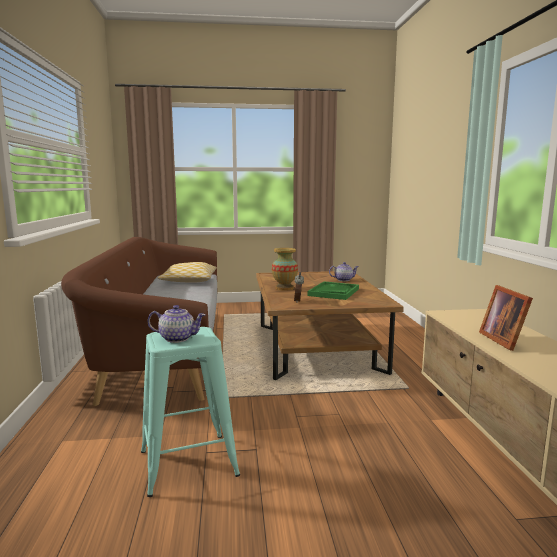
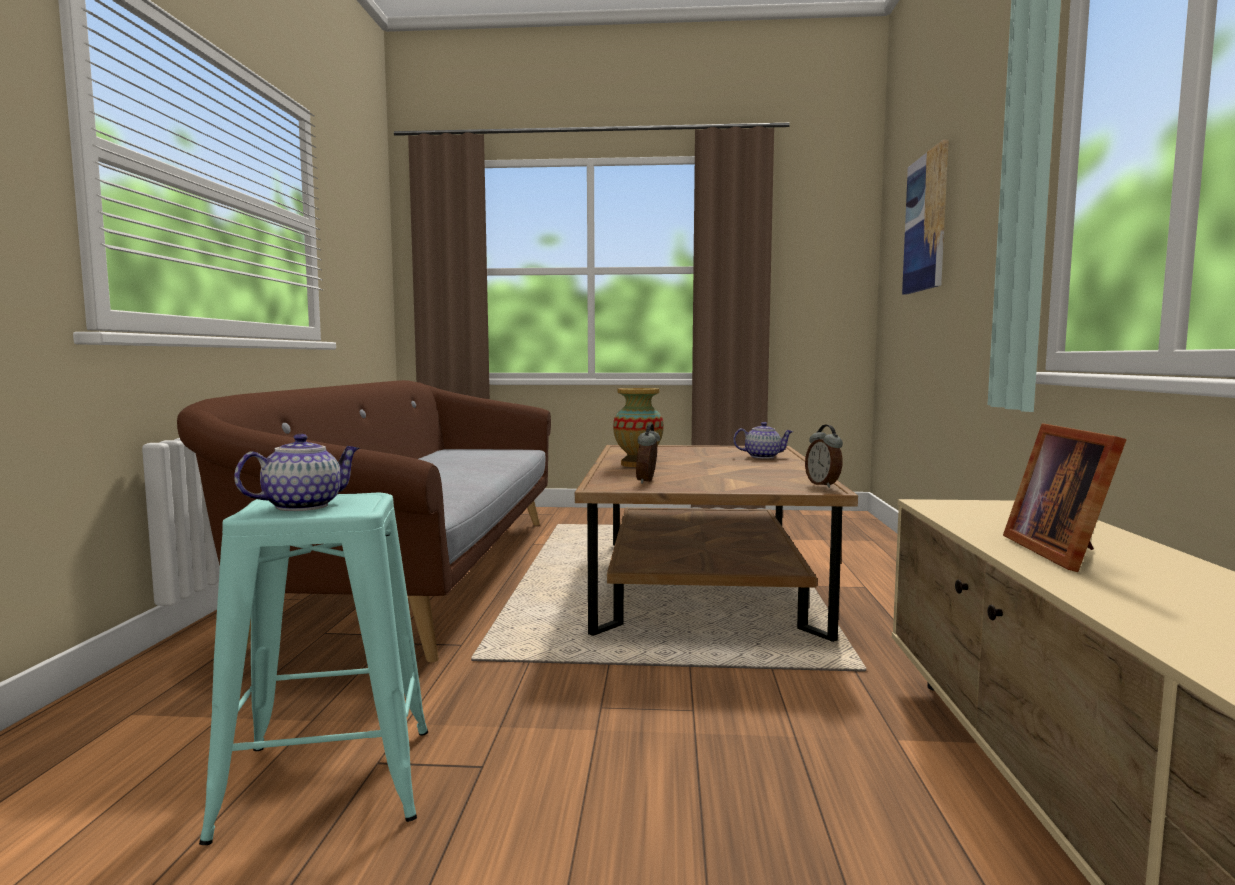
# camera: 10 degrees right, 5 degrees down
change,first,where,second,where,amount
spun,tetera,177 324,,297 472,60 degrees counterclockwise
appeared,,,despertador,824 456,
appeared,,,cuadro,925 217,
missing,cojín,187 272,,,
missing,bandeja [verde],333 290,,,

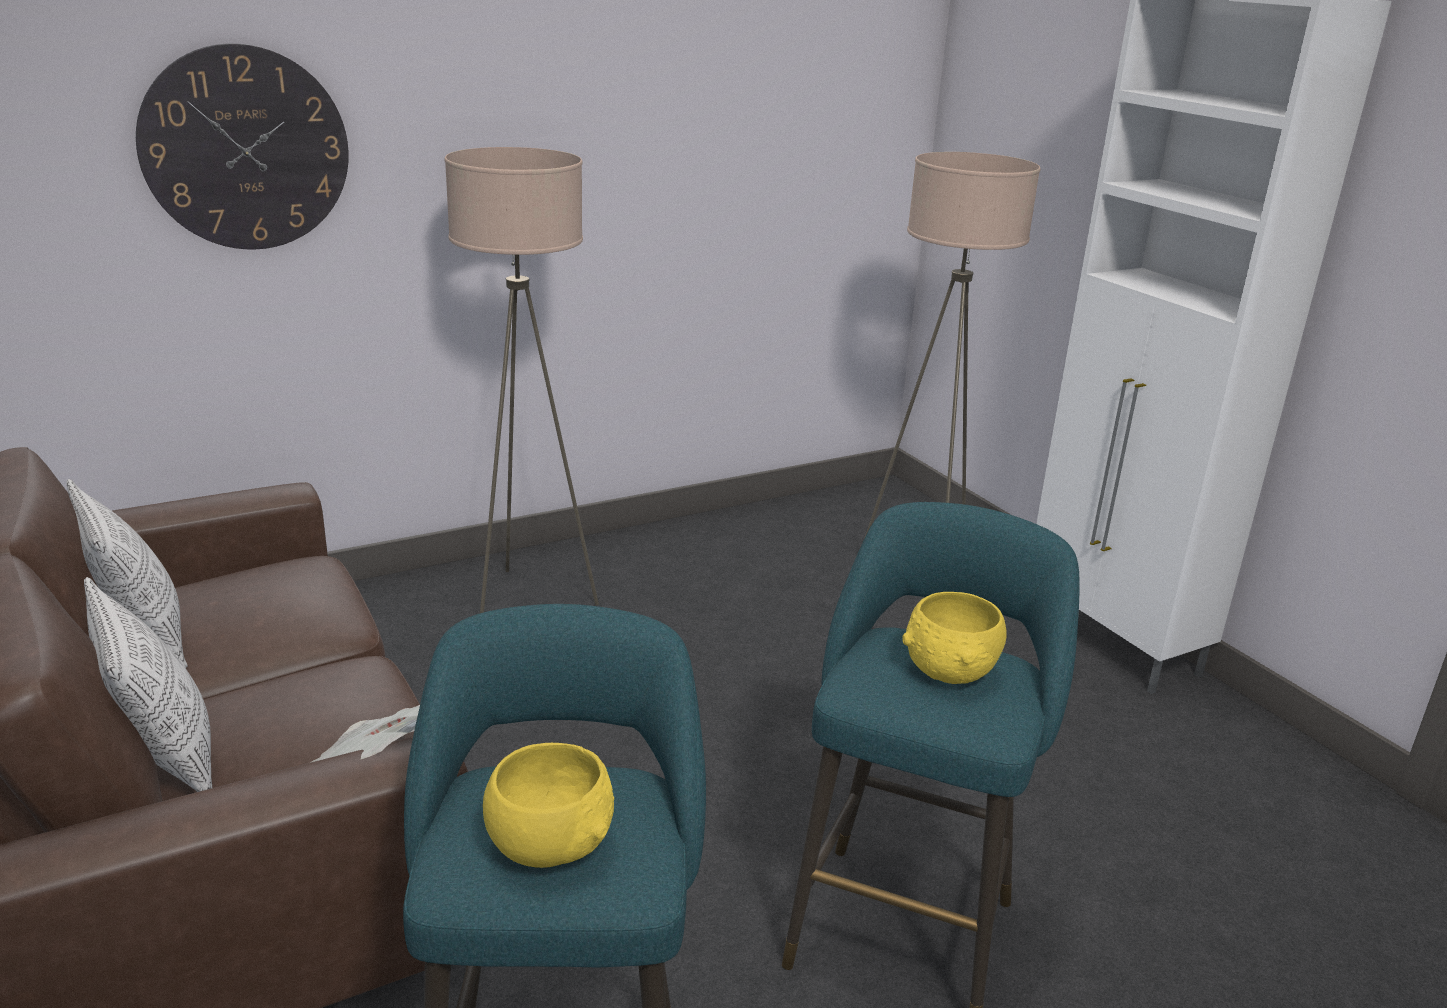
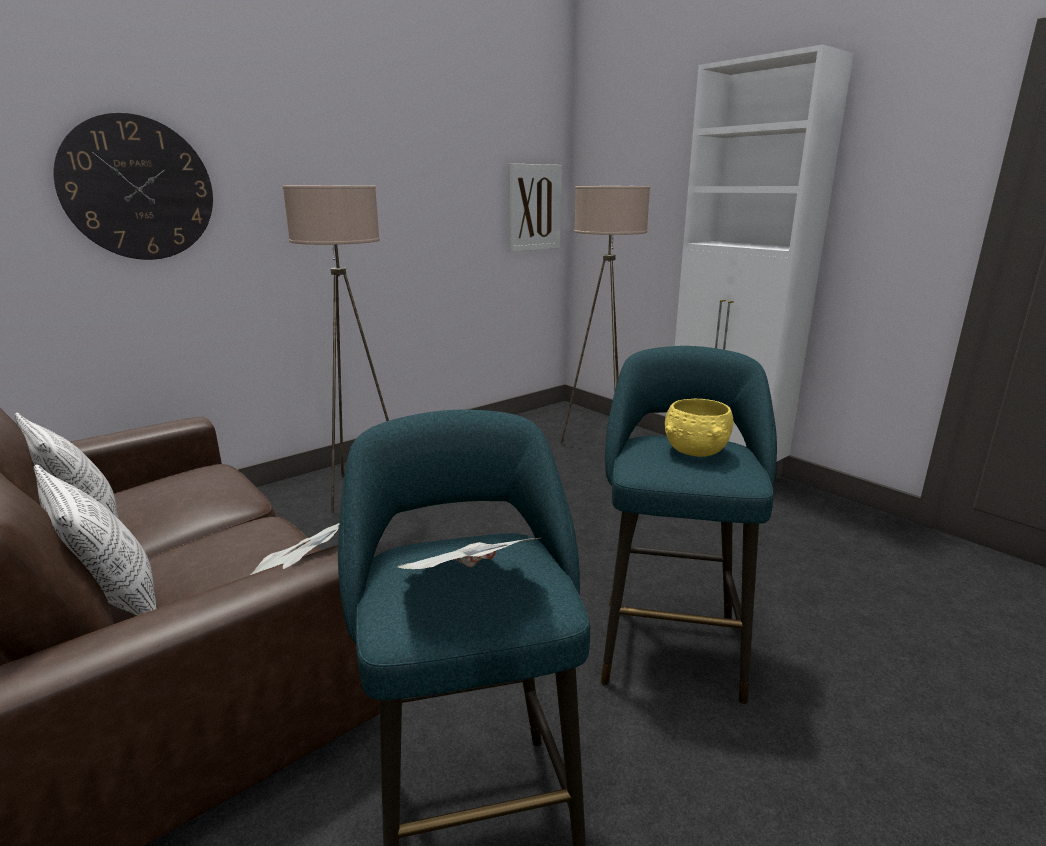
# camera: 10 degrees left, 5 degrees down
change,first,where,second,where,amount
exchanged,cuenco [amarillo],548 805,periódico,468 553,
appeared,,,cuadro,535 207,

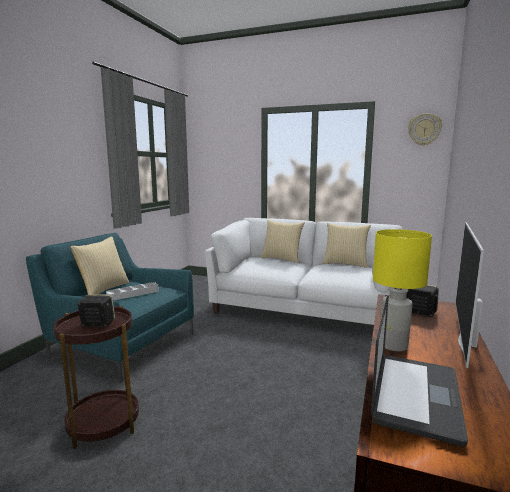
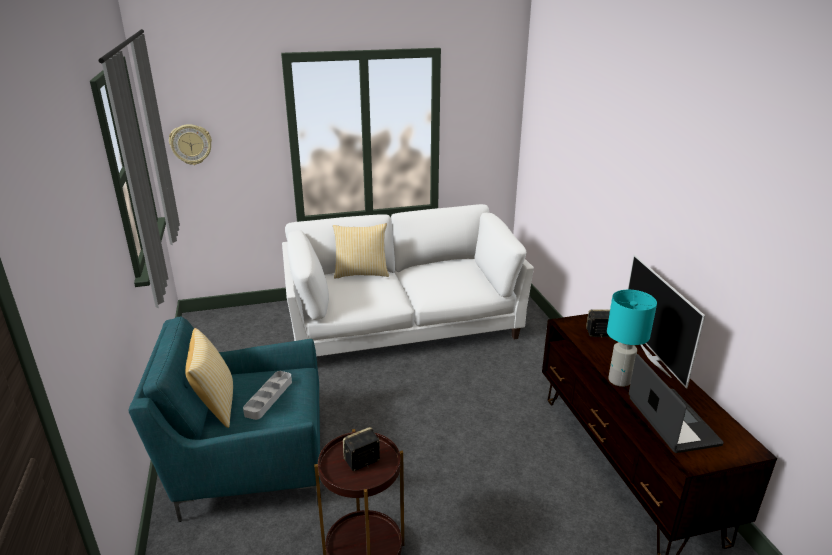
# camera: 35 degrees left, 15 degrees up
change,first,where,second,where,amount
relocated,reloj de pared,425 129,,190 144,
colour,lámpara de mesa [amarillo],402 290,lámpara de mesa [turquesa],632 338,
missing,cojín,347 245,,,

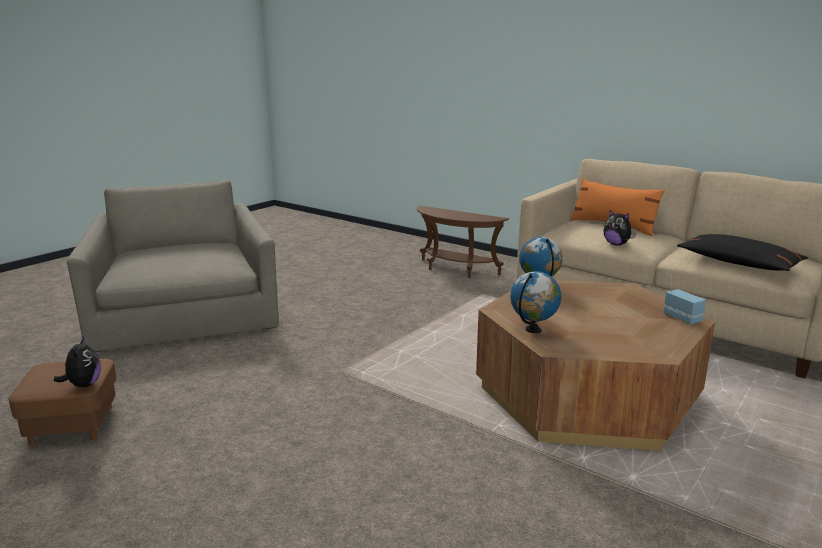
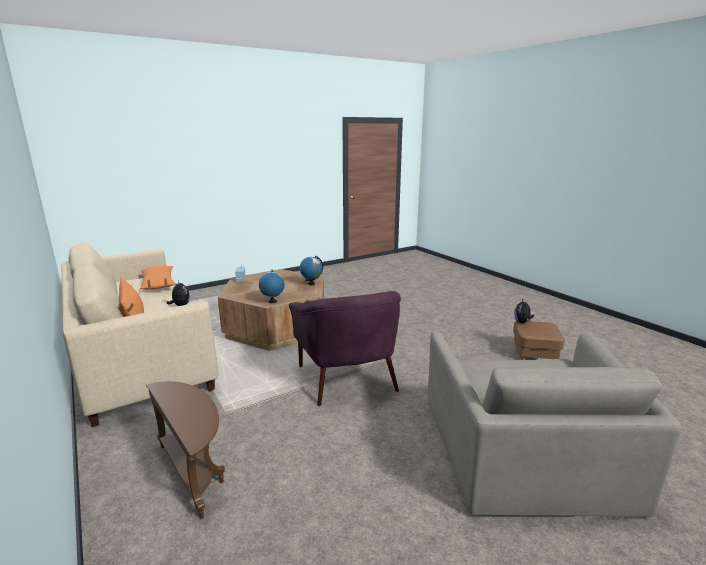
# camera: 160 degrees left, 0 degrees up
change,first,where,second,where,amount
colour,cojín [negro],742 252,cojín [naranja],158 278,
appeared,,,sillón [morado],345 348,

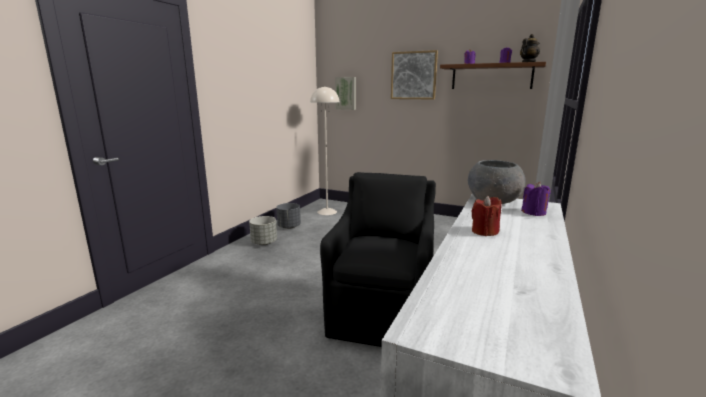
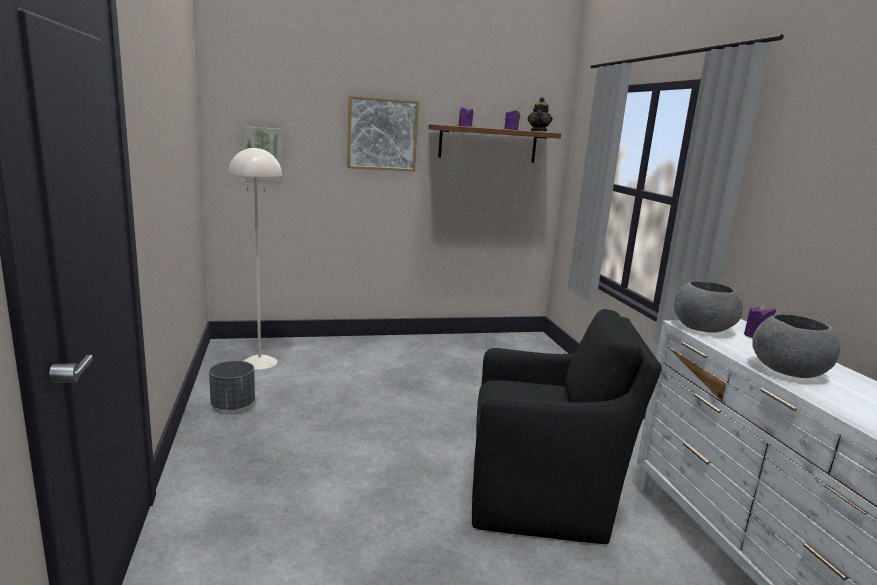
# camera: 40 degrees left, 0 degrees up
change,first,where,second,where,amount
spun,sillón [negro],378 259,,567 426,120 degrees clockwise
exchanged,vela [rojo],486 216,cuenco [gris],796 346,
missing,maceta [gris],263 230,,,

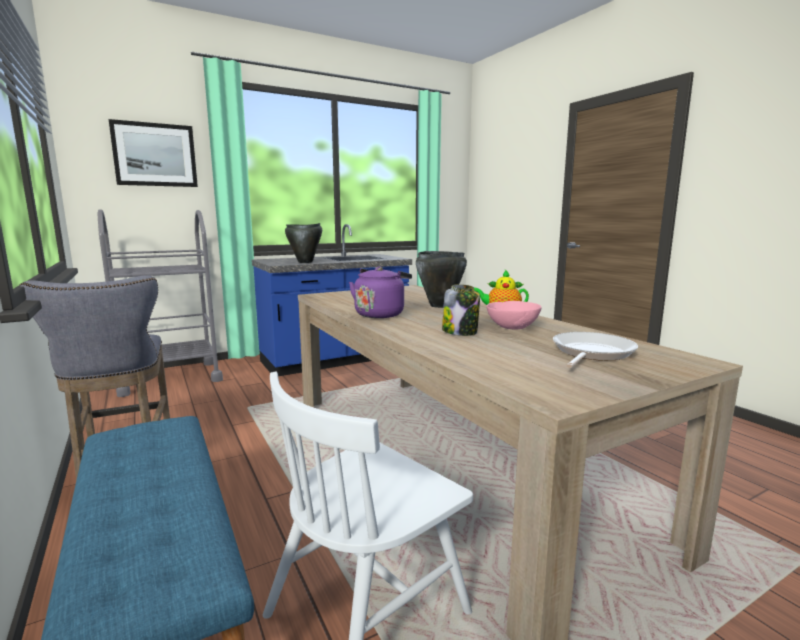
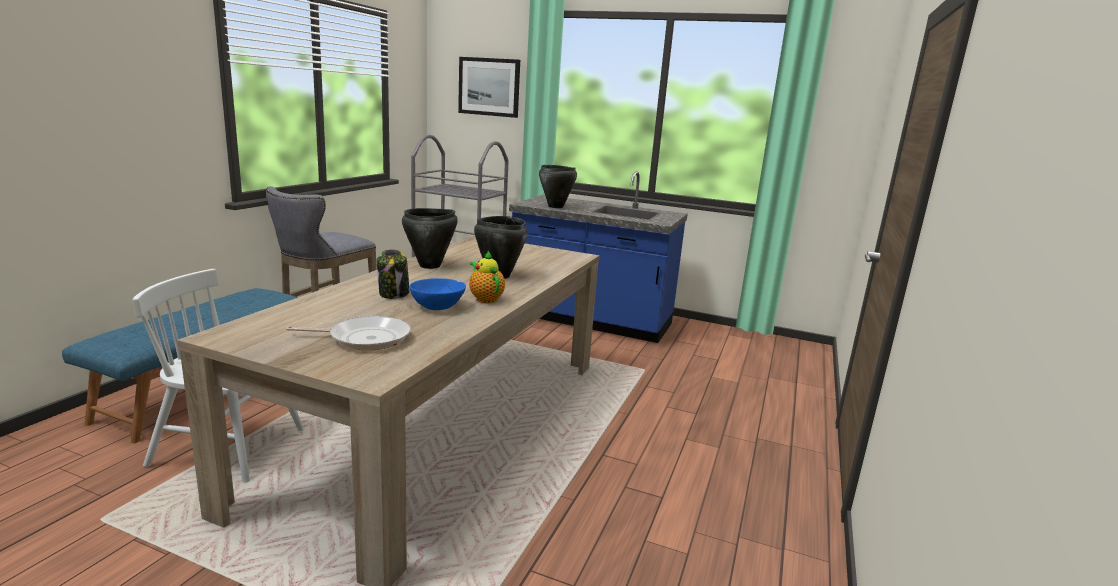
# camera: 50 degrees right, 5 degrees up
change,first,where,second,where,amount
exchanged,hervidor [morado],380 292,olla [negro],430 238,
colour,cuenco [rosa],514 315,cuenco [azul],438 294,

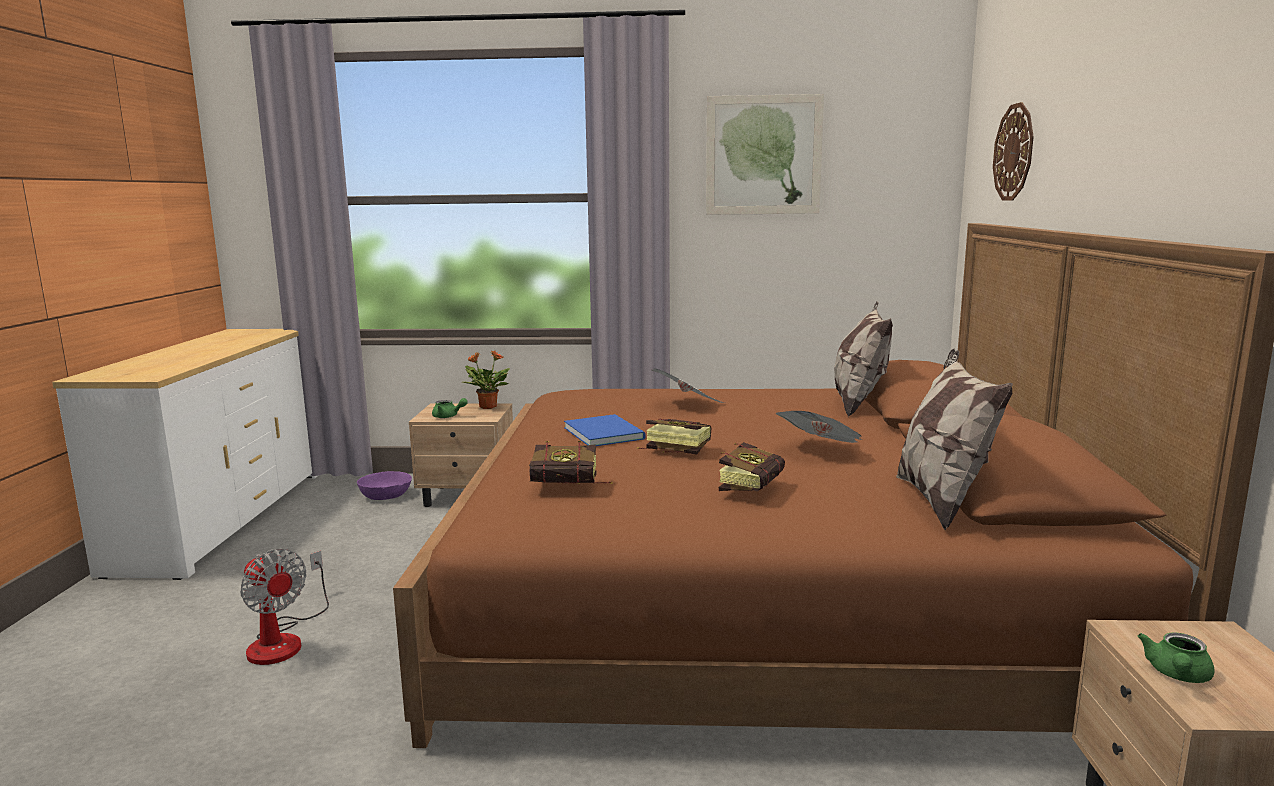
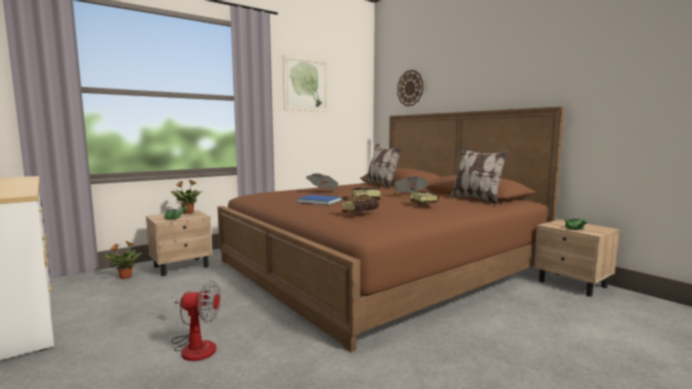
# camera: 40 degrees left, 5 degrees down
change,first,where,second,where,amount
exchanged,cuenco [morado],384 485,planta en maceta,123 260,

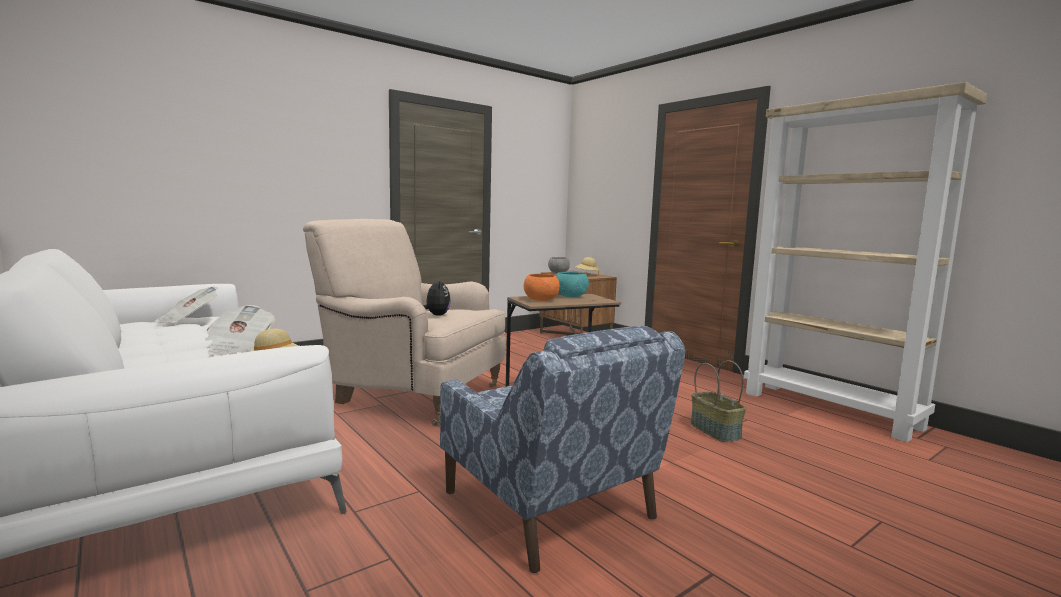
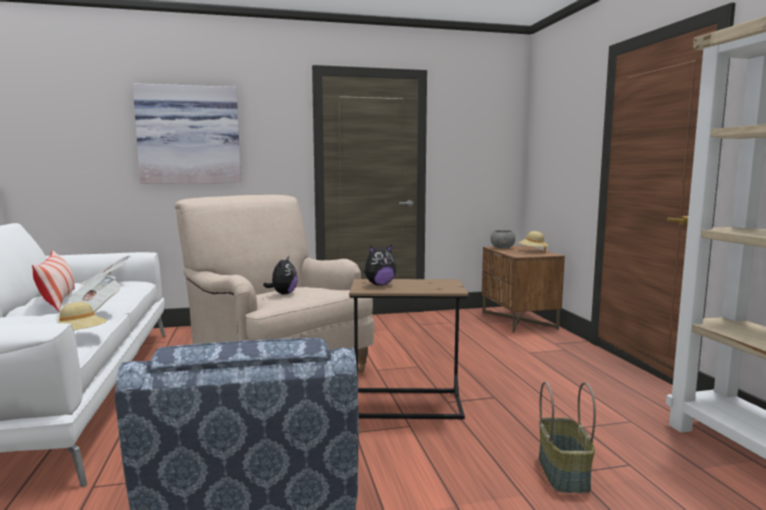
# camera: 25 degrees right, 0 degrees up
change,first,where,second,where,amount
appeared,,,cojín,53 281,
appeared,,,cuadro,187 133,
exchanged,cuenco [naranja],542 287,peluche,380 265,
missing,cuenco [turquesa],572 284,,,

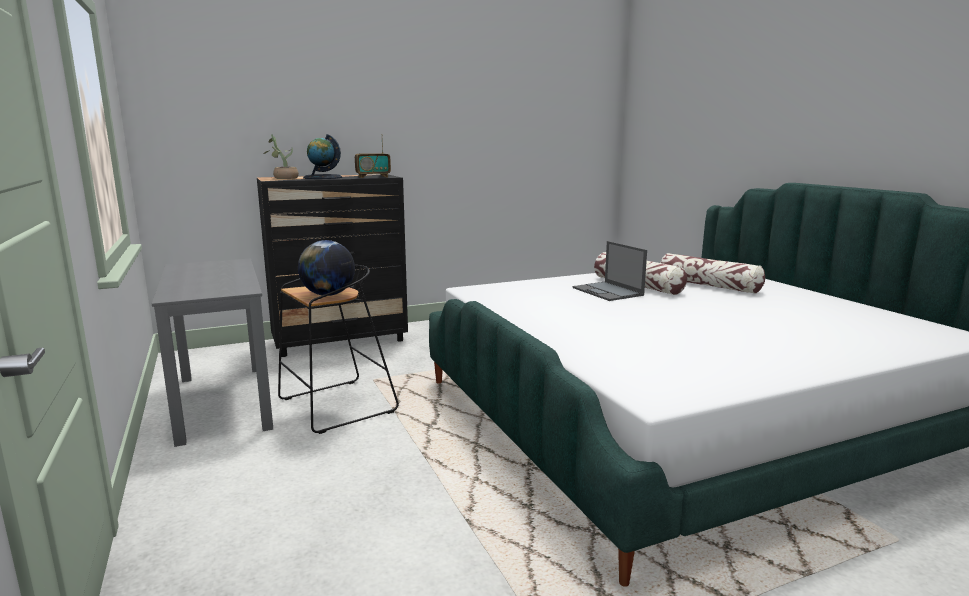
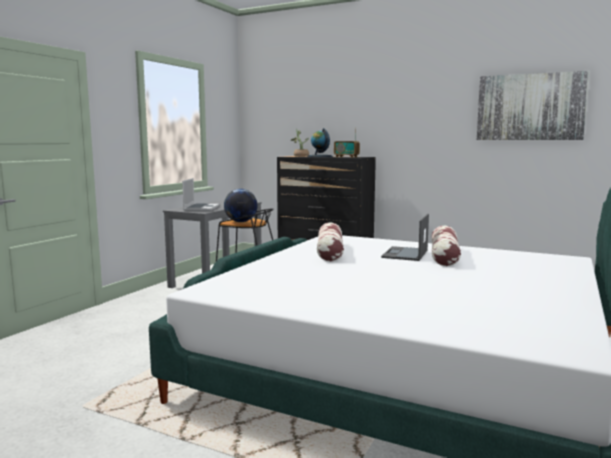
# camera: 50 degrees right, 5 degrees down
change,first,where,second,where,amount
appeared,,,portátil,200 194,
relocated,cojín,712 273,,330 241,
appeared,,,cuadro,533 105,

